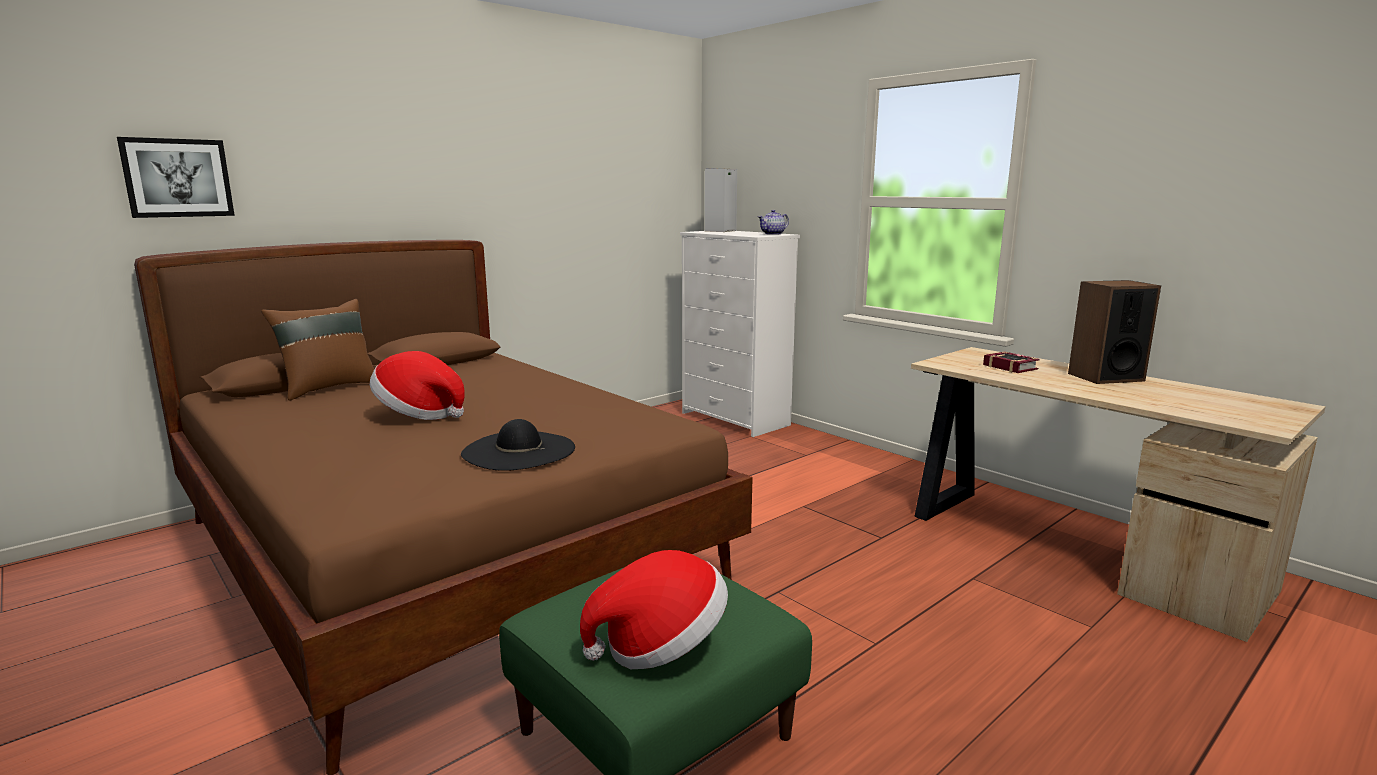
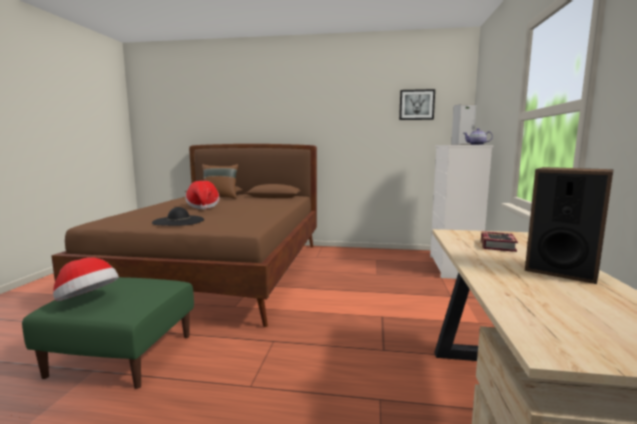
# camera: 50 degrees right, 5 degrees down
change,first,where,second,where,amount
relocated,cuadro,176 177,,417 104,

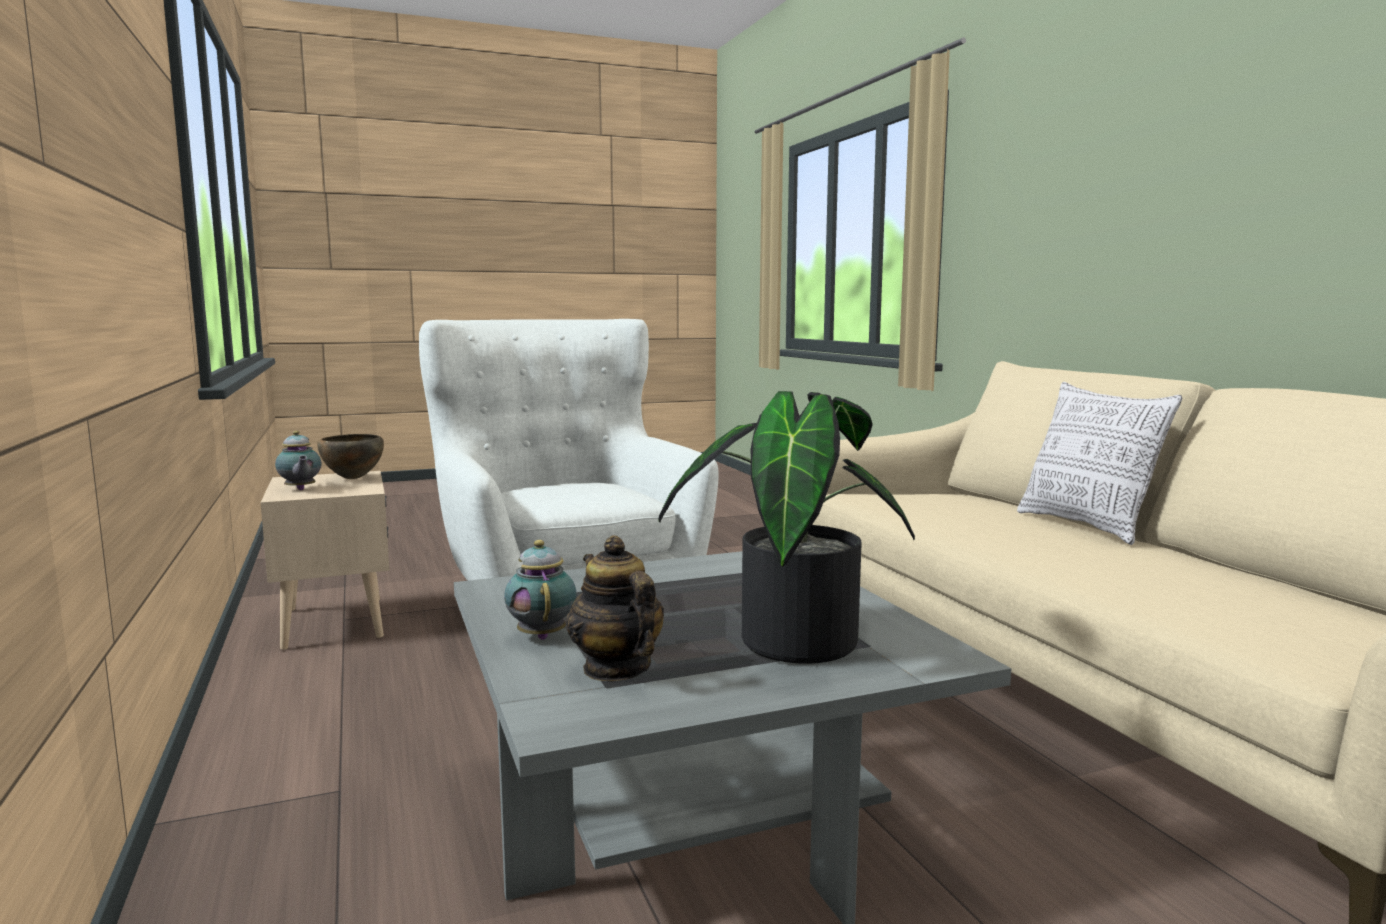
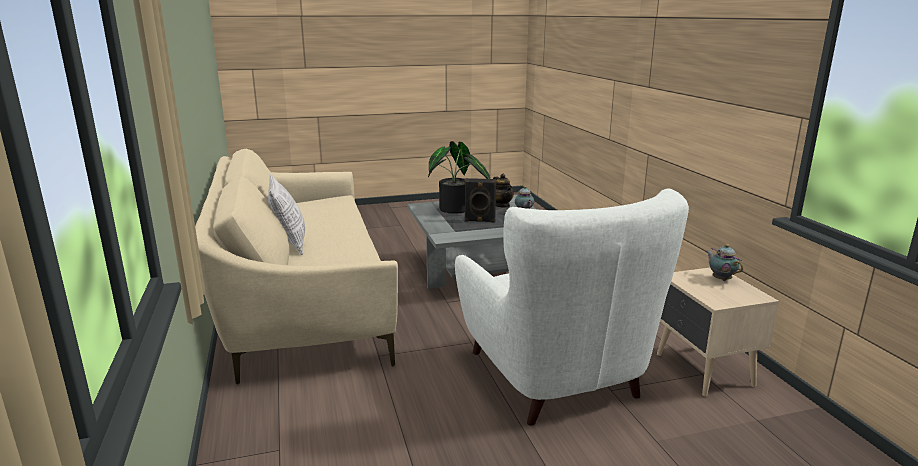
# camera: 175 degrees left, 10 degrees up
change,first,where,second,where,amount
appeared,,,altavoz [negro],480 200,
missing,cuenco [marrón],350 456,,,

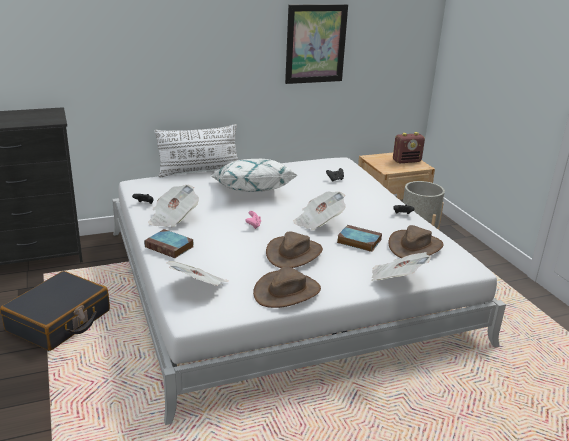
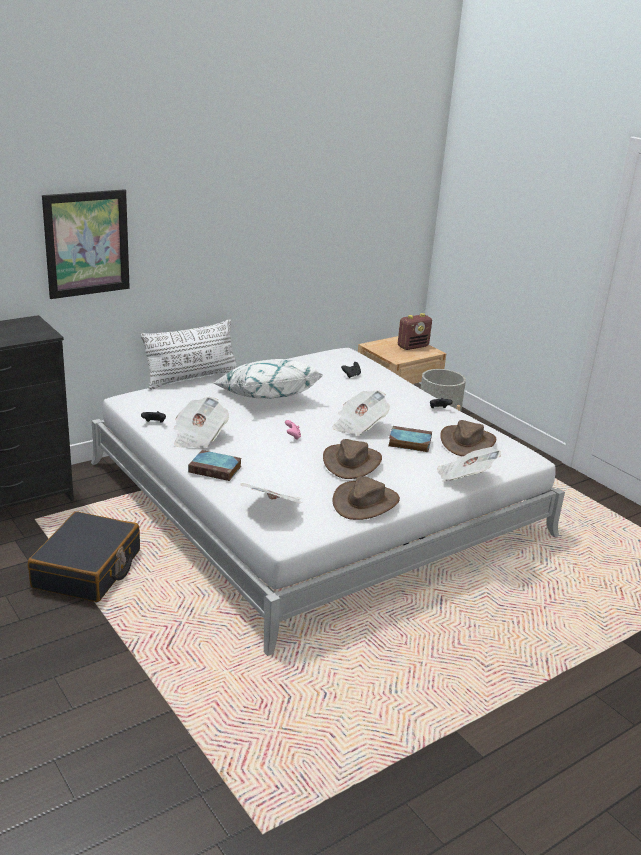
# camera: 15 degrees left, 0 degrees up
change,first,where,second,where,amount
relocated,cuadro,316 44,,86 244,

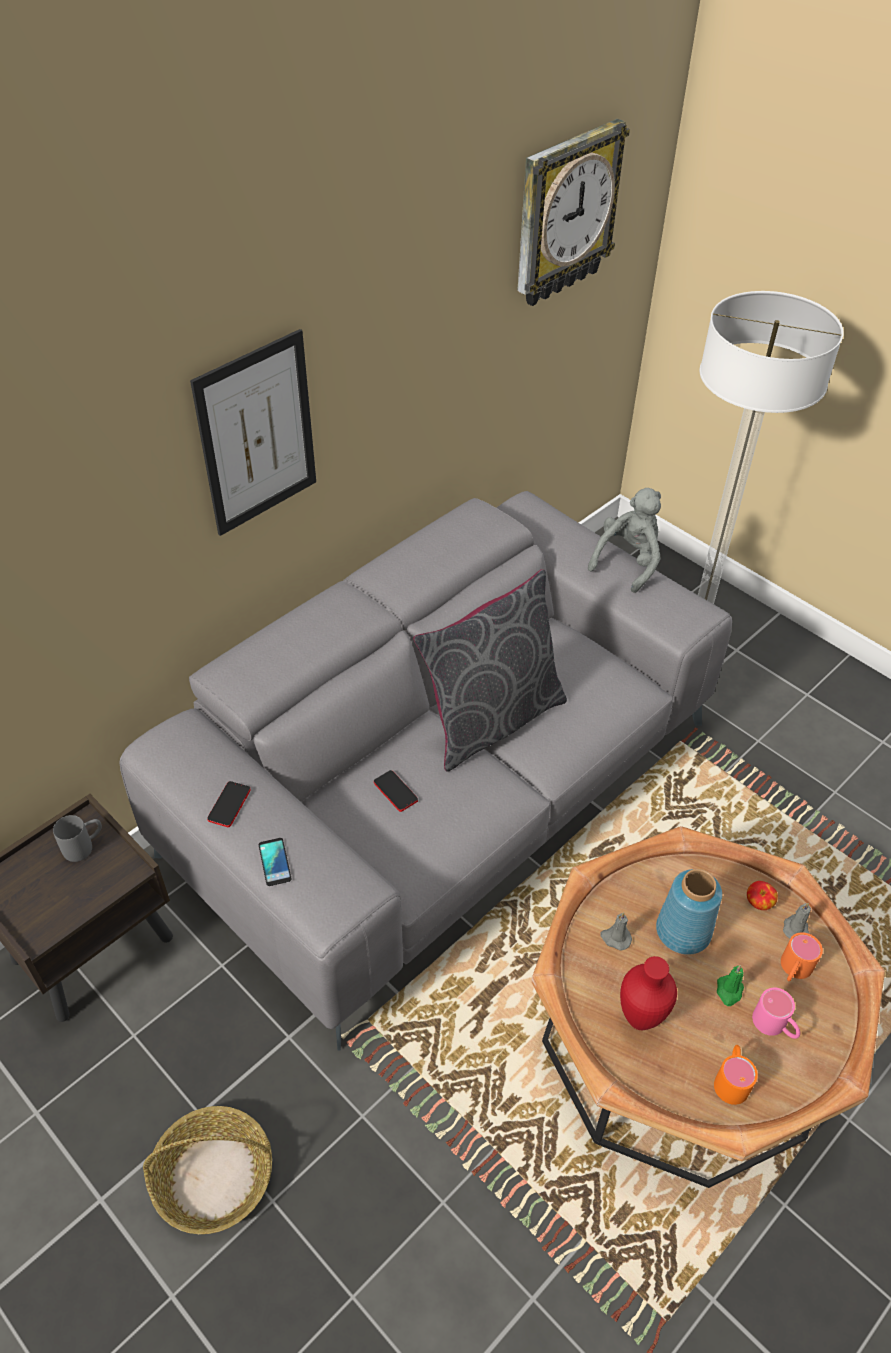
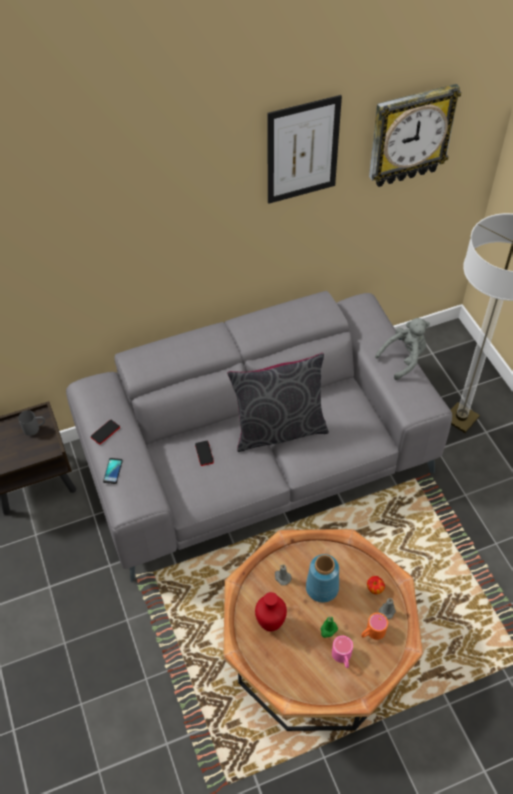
# camera: 25 degrees right, 5 degrees up
change,first,where,second,where,amount
relocated,cuadro,253 432,,304 149,
missing,cesta,207 1170,,,
missing,taza grande [naranja],736 1075,,,

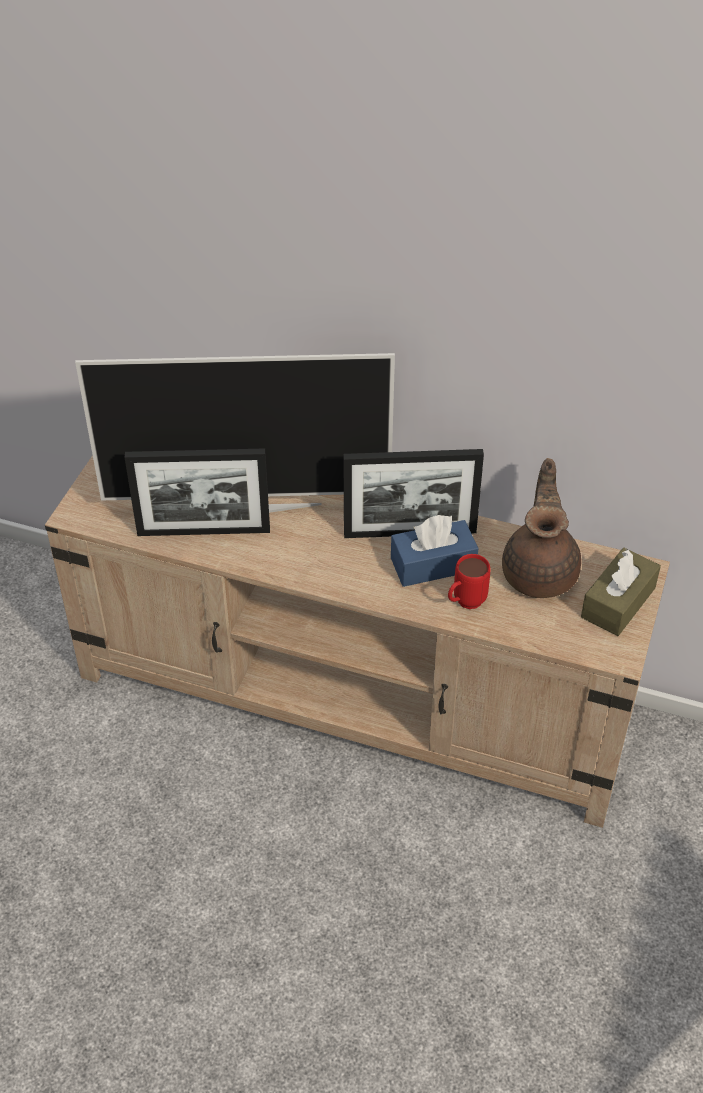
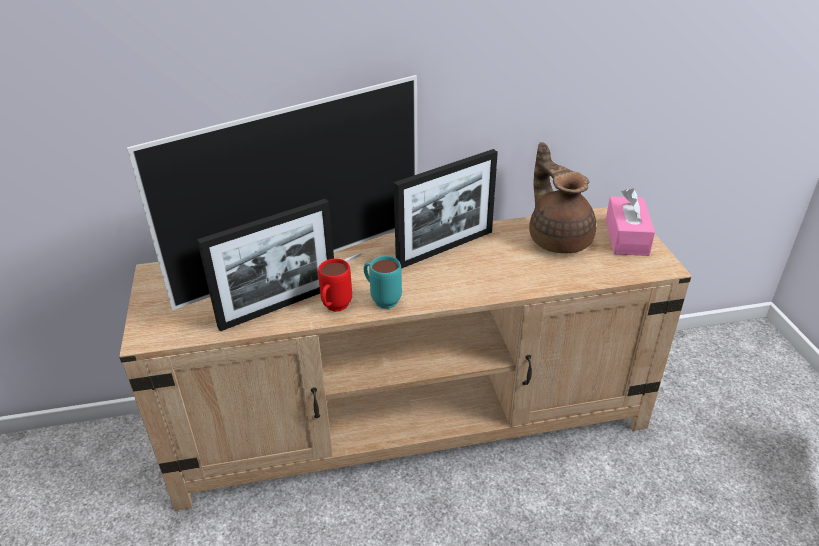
# camera: 30 degrees left, 10 degrees down
change,first,where,second,where,amount
relocated,taza grande [rojo],469 581,,335 285,
appeared,,,taza grande [turquesa],383 282,
colour,caja de pañuelos [marrón],621 592,caja de pañuelos [rosa],630 222,
missing,caja de pañuelos [azul],434 551,,,

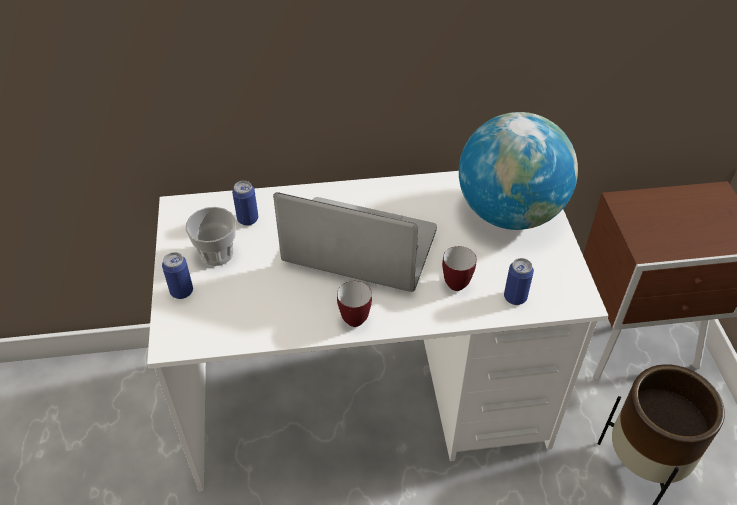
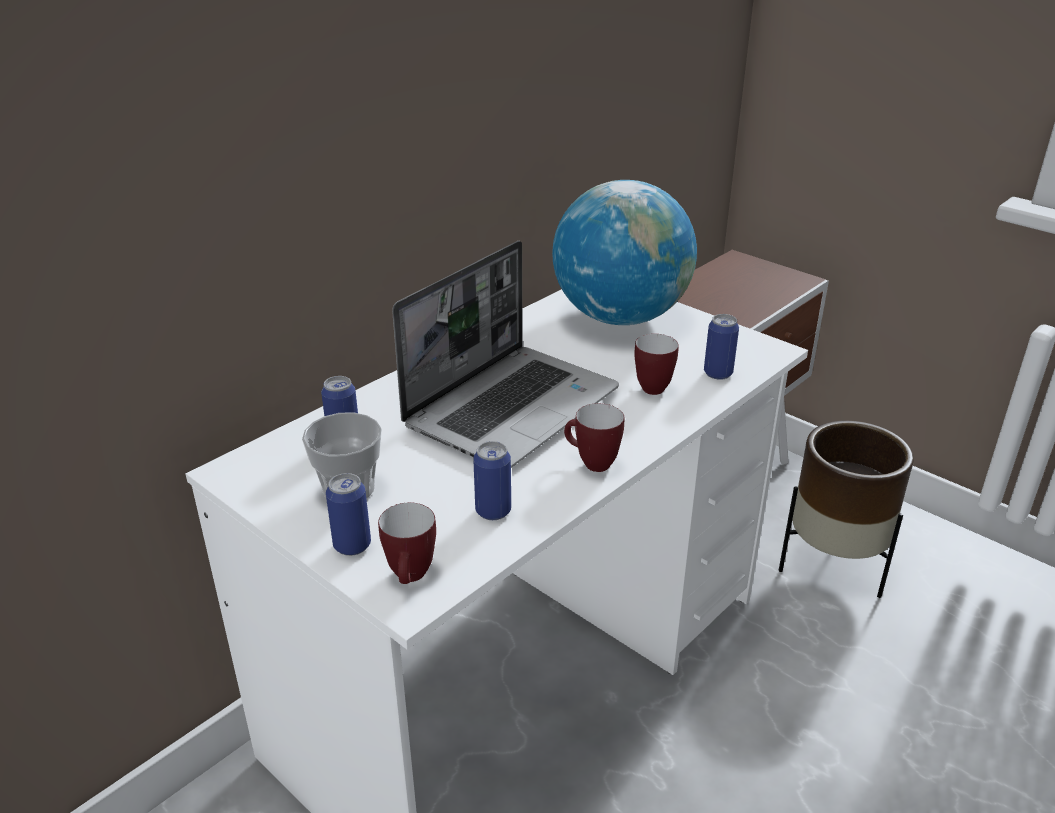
# camera: 40 degrees left, 15 degrees down
change,first,where,second,where,amount
appeared,,,taza grande,407 543,
spun,portátil,355 242,,505 354,150 degrees clockwise
appeared,,,lata,492 480,

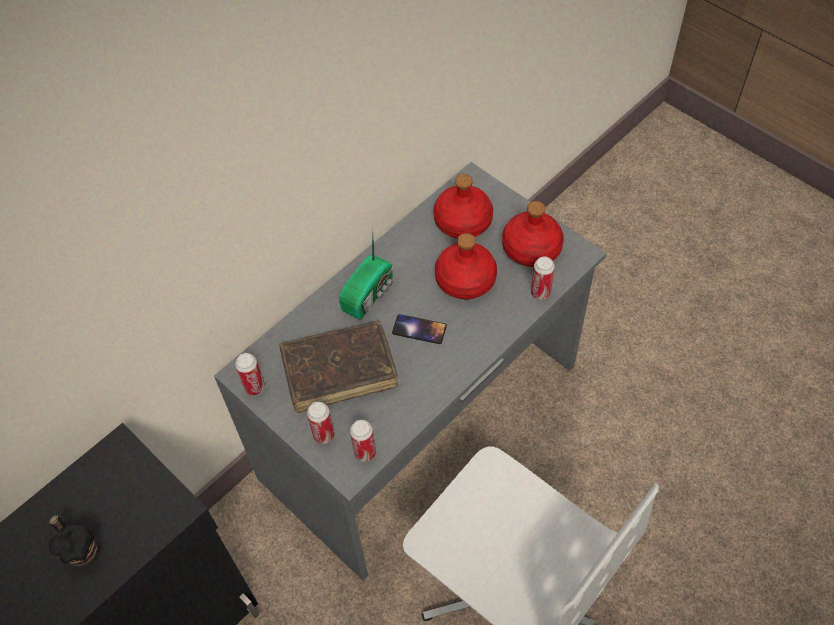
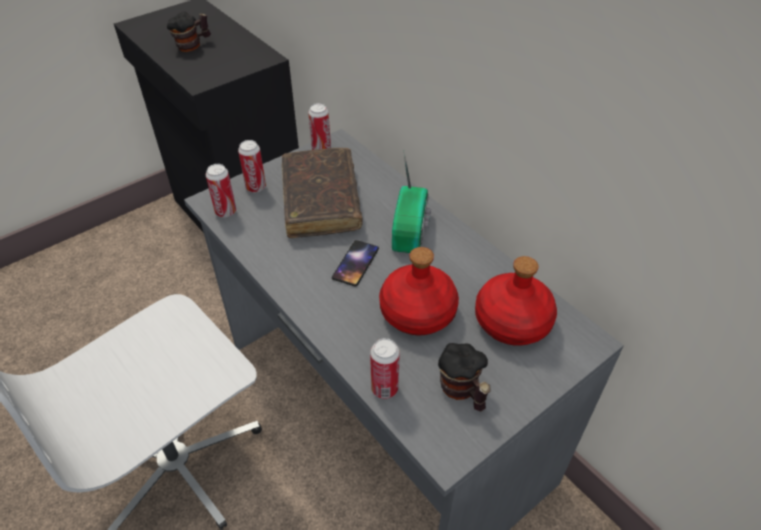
# camera: 95 degrees right, 10 degrees down
change,first,where,second,where,amount
spun,radio,366 273,,411 202,120 degrees counterclockwise
exchanged,botella [rojo],533 234,taza grande,464 377,

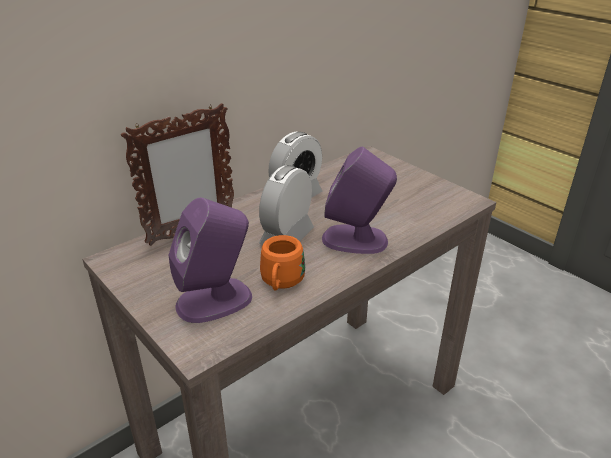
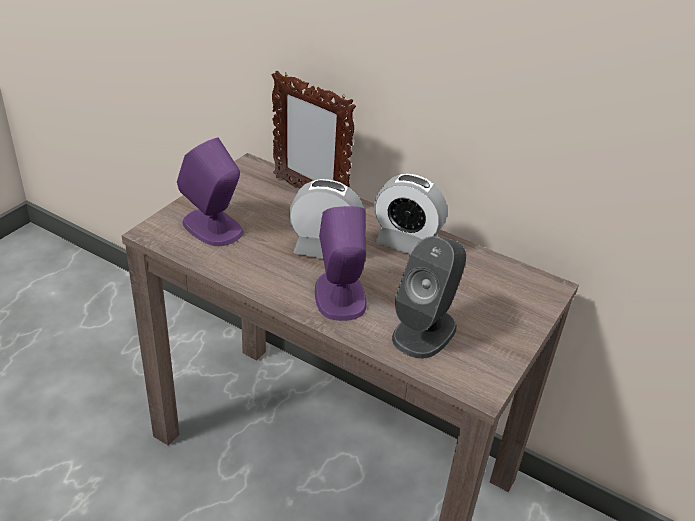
# camera: 70 degrees right, 5 degrees up
change,first,where,second,where,amount
appeared,,,altavoz [gris],429 297,
missing,taza grande [naranja],282 263,,,

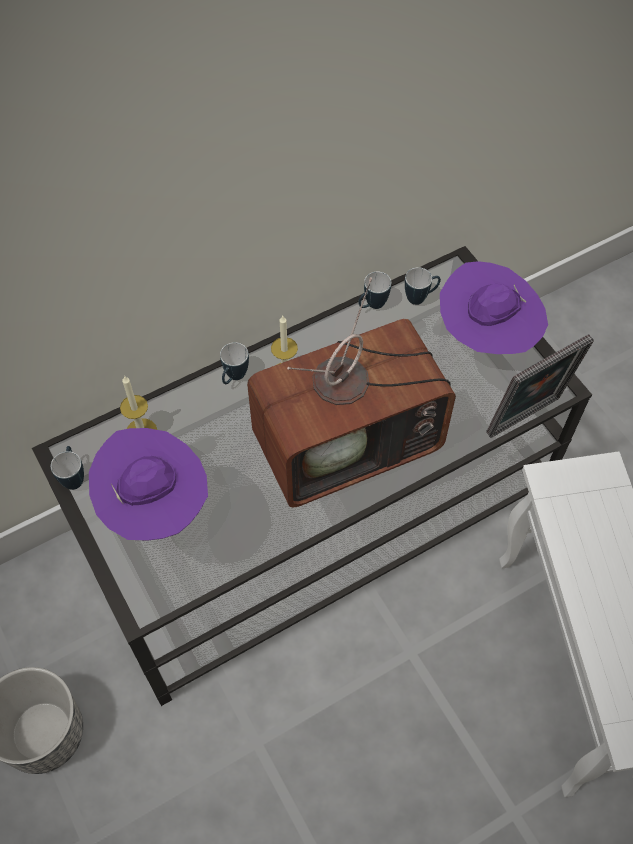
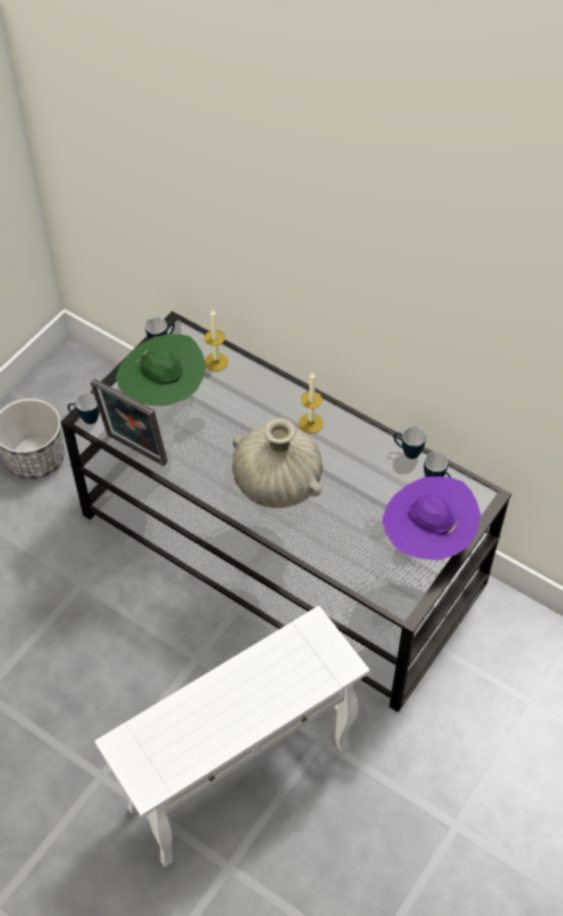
# camera: 65 degrees right, 5 degrees down
change,first,where,second,where,amount
relocated,taza grande,234 363,,83 408,
relocated,portarretratos,540 386,,128 422,
colour,sombrero [morado],148 484,sombrero [verde],161 370,
exchanged,televisor,351 392,florero [beis],277 463,

